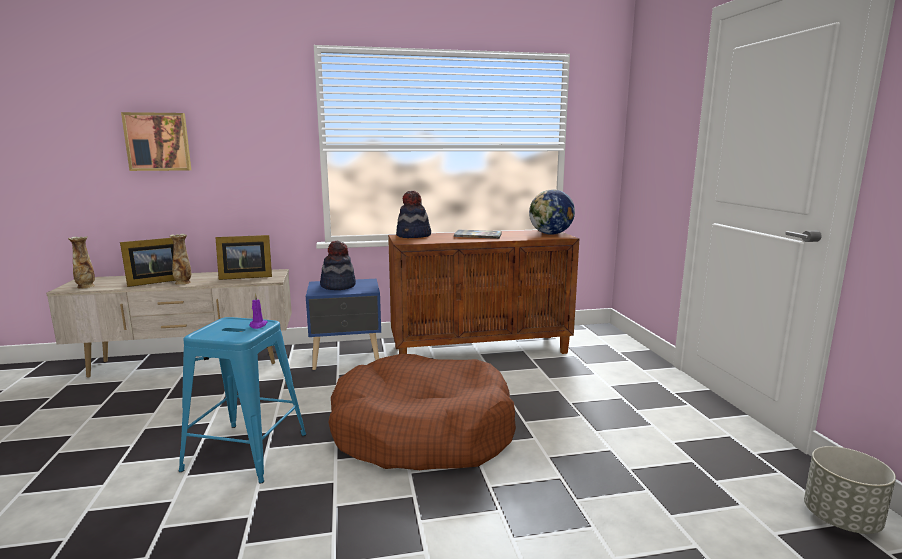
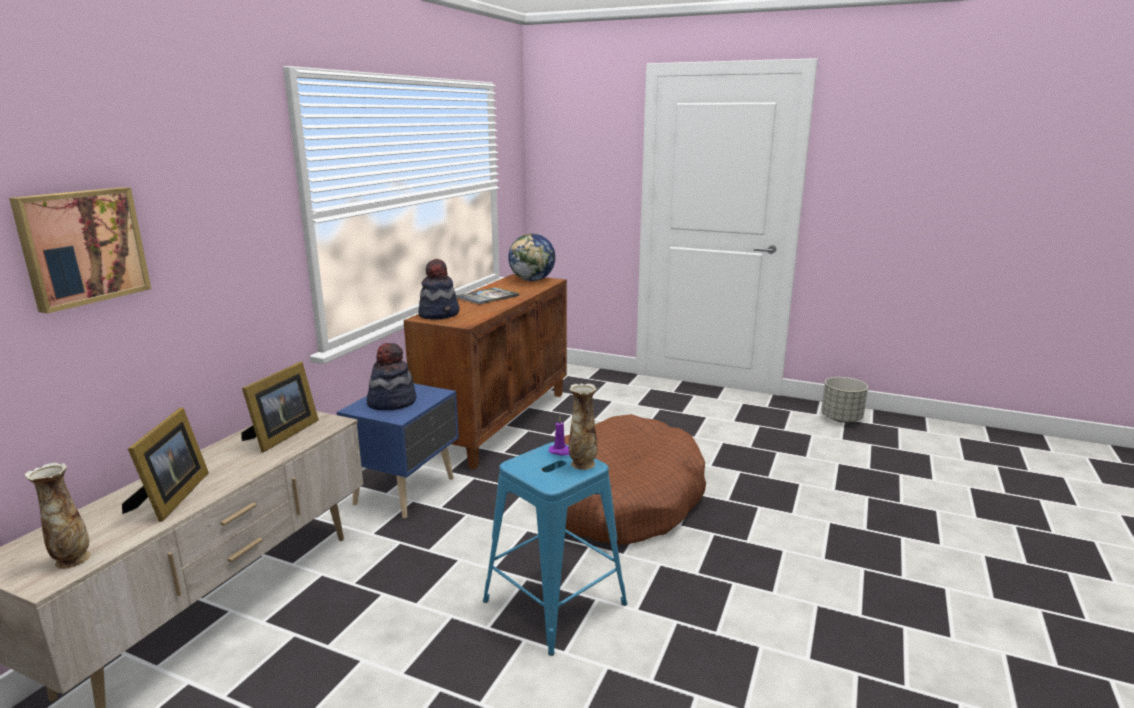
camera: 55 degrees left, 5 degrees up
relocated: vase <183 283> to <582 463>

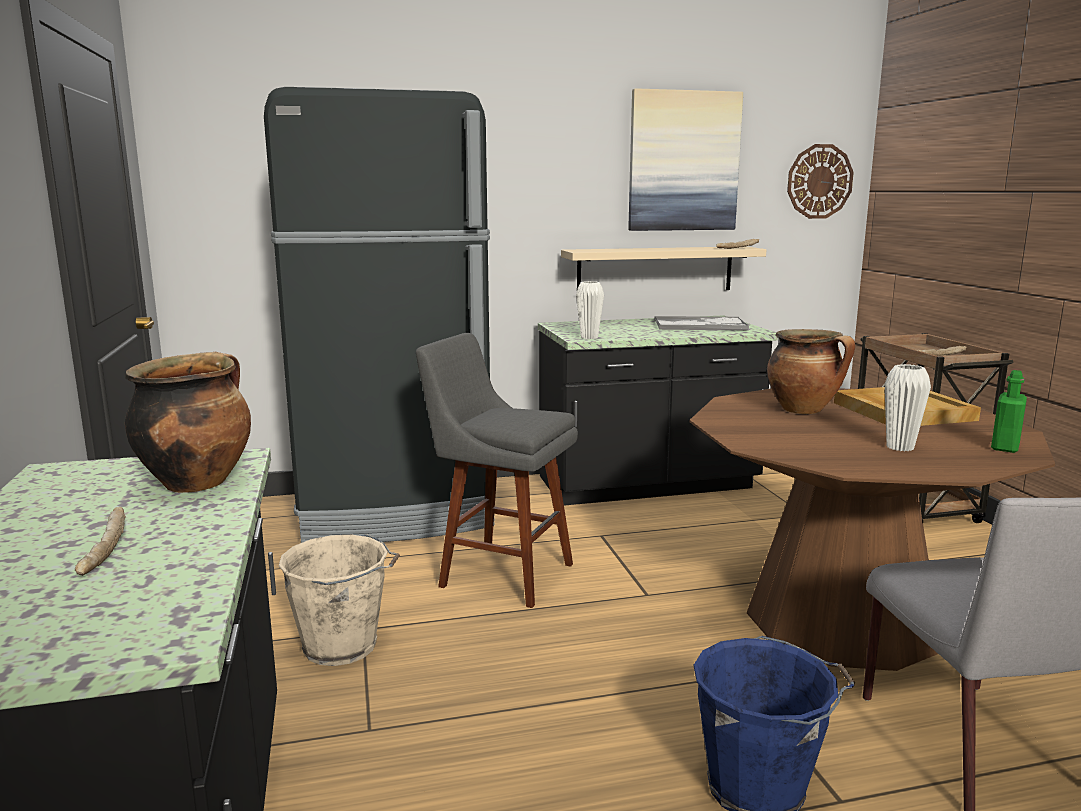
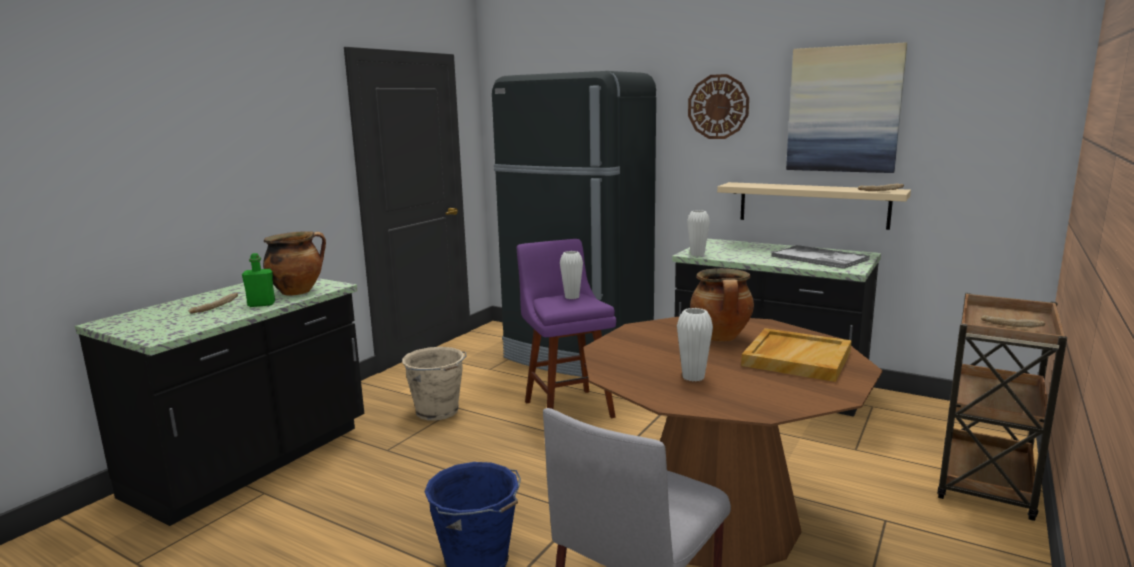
camera: 45 degrees right, 0 degrees up
appeared: vase/blanc <572 297>
relocated: bouteille/vert <1005 447> to <261 304>; horloge murale <819 181> to <718 107>
colour: tabouret/gris <500 573> to tabouret/violet <567 407>

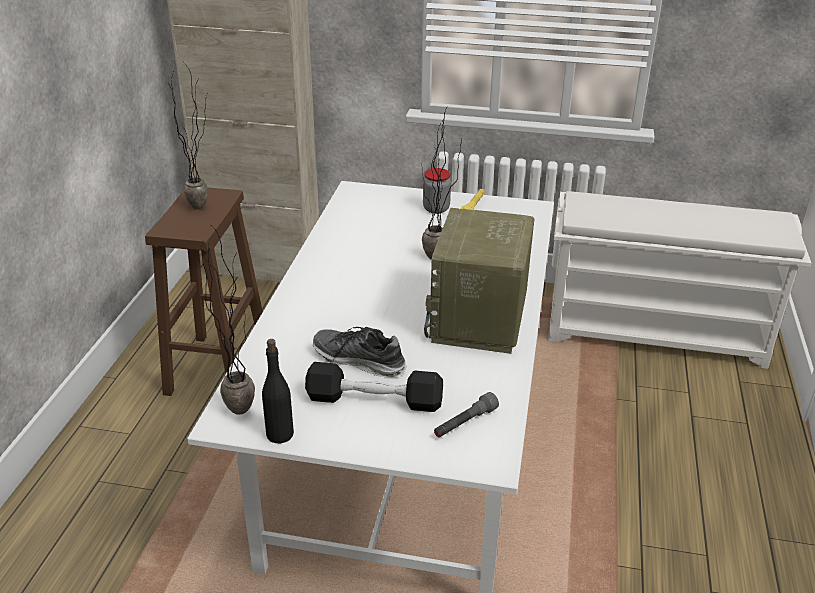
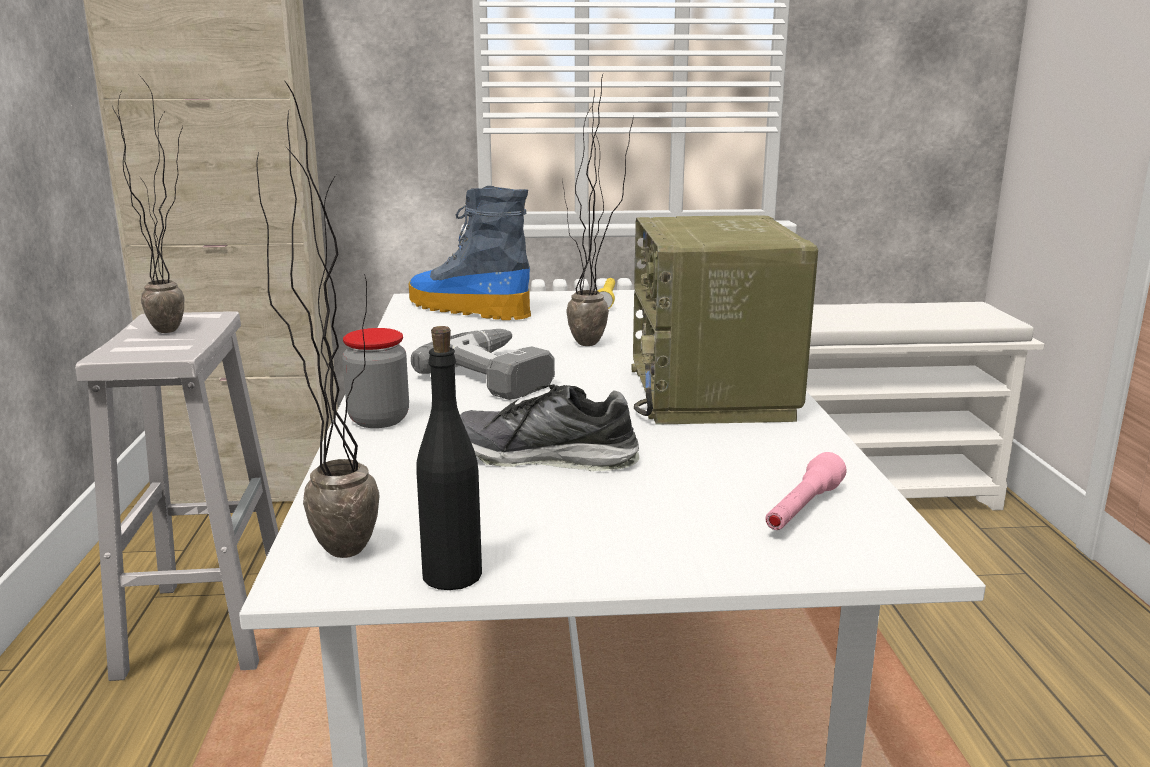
camera: 15 degrees left, 15 degrees down
missing: haltère/noir <374 400>
appeared: botte <466 309>; perceuse <500 374>
relocated: bocal <436 209> to <379 420>
colour: tabouret/marron <218 367> to tabouret/blanc <207 624>; lampe de poche/gris <465 423> to lampe de poche/rose <802 510>

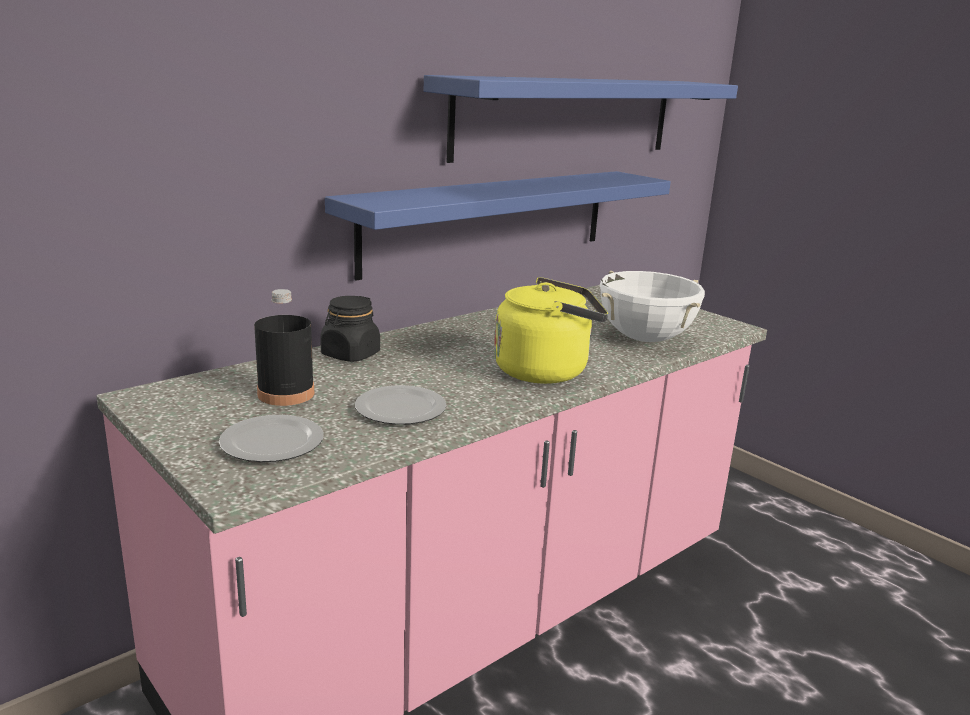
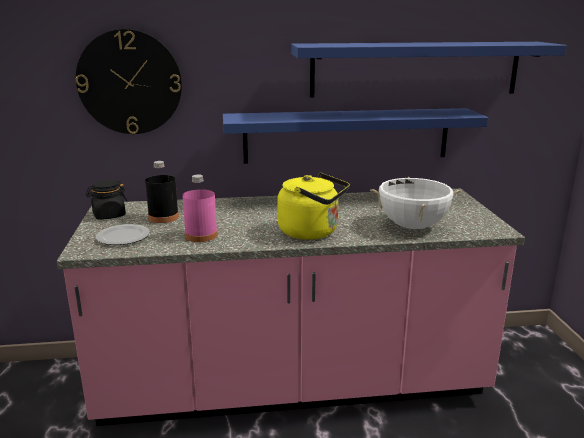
camera: 35 degrees right, 0 degrees up
appeared: horloge murale <130 82>
relocated: bocal/noir <350 355> to <109 215>
exchanged: assiette <400 410> to bouteille/rose <201 235>

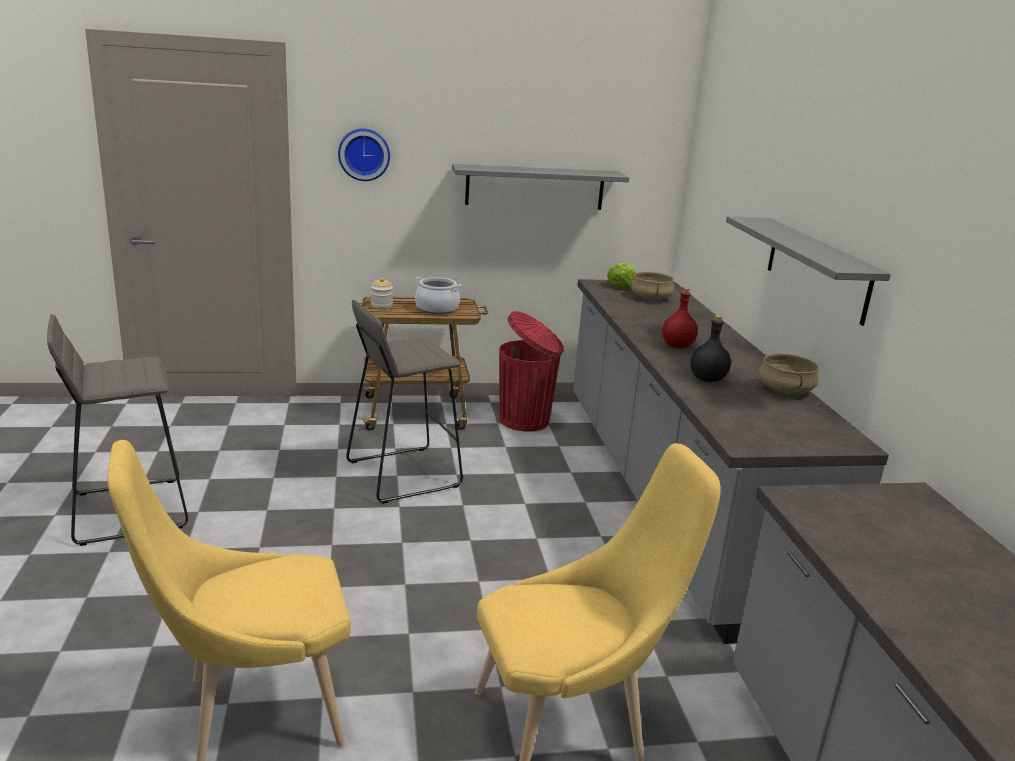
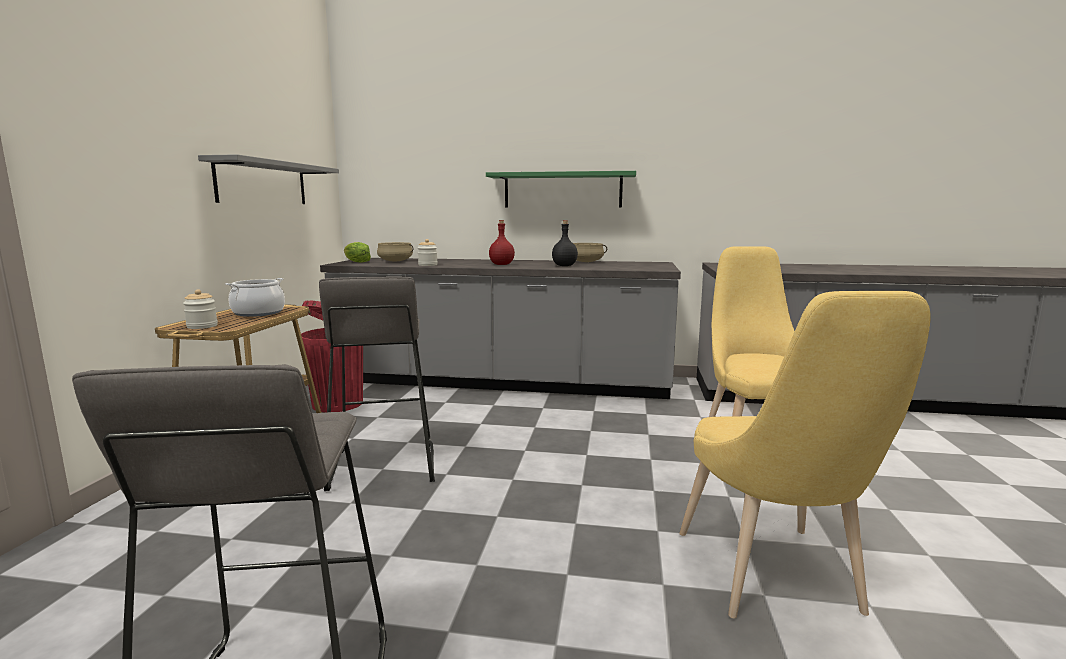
camera: 70 degrees left, 10 degrees down
missing: horloge murale <364 154>
appeared: bocal <428 265>
colour: étagère/gris <817 268> to étagère/vert <562 190>

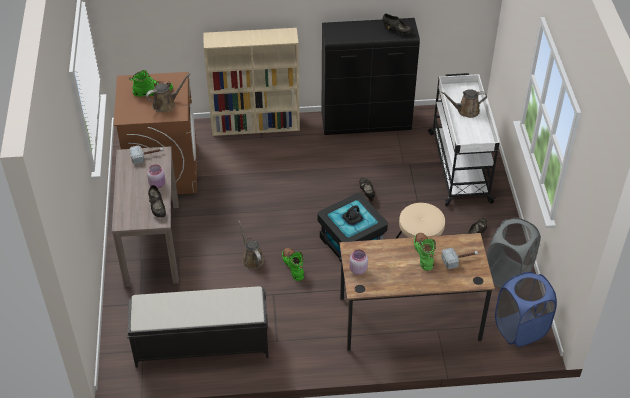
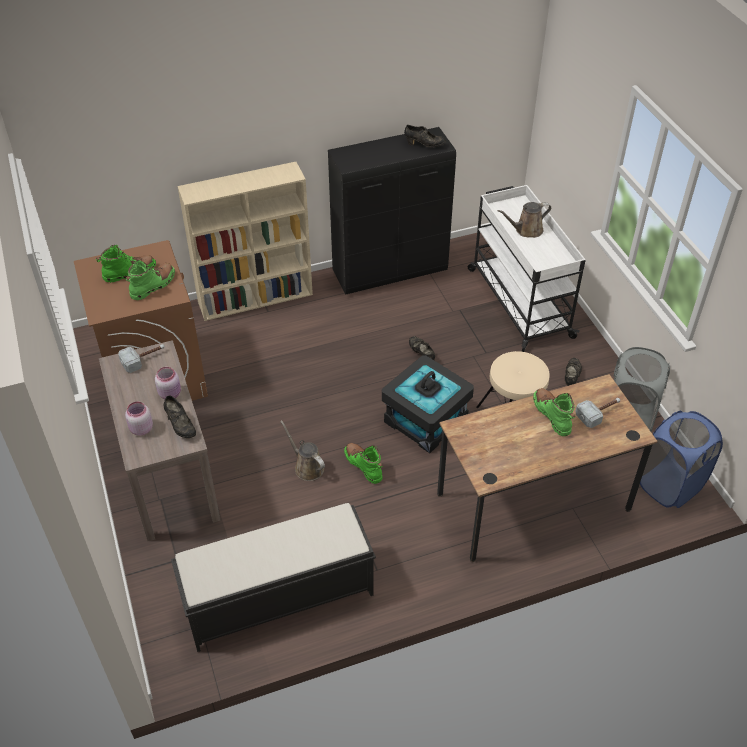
camera: 15 degrees left, 0 degrees up
relocated: bocal/rose <357 269> to <141 429>
exchanged: arrosoir/marron <166 104> to botte/vert <153 285>

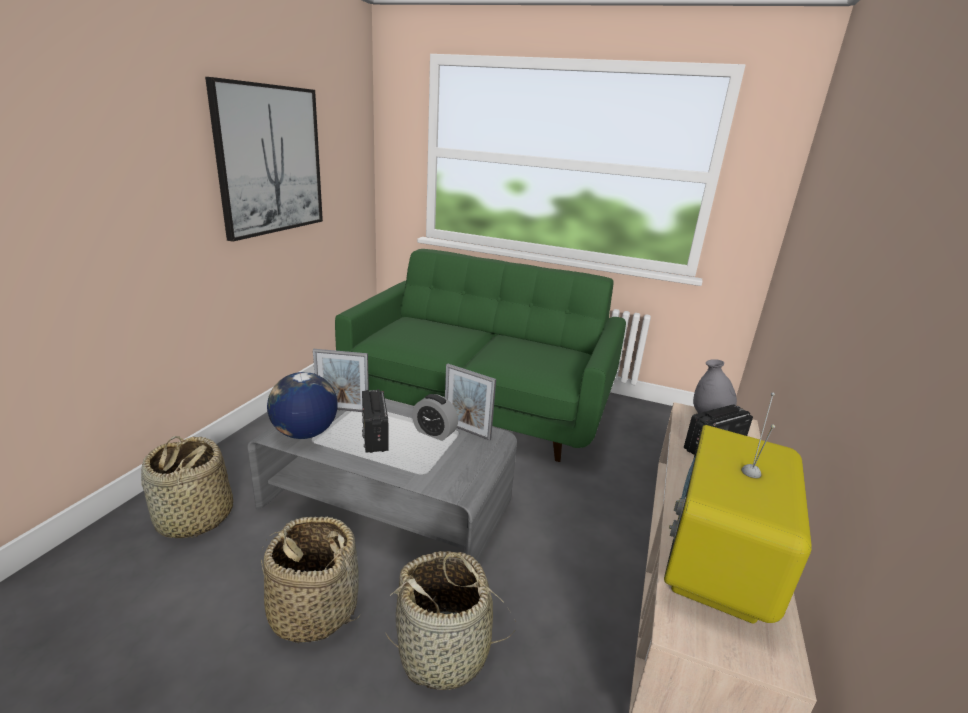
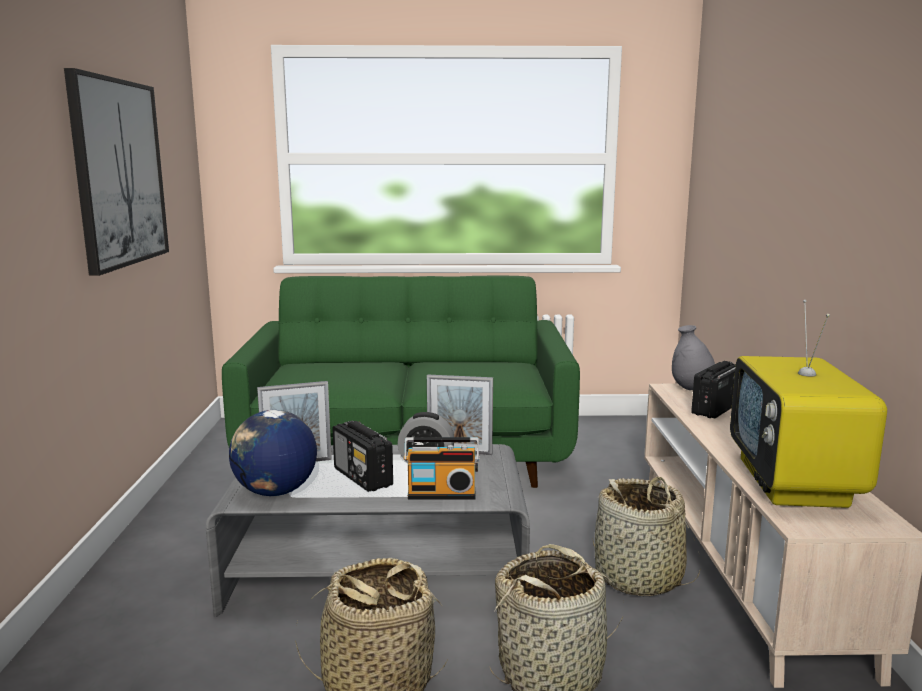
camera: 20 degrees left, 10 degrees down
appeared: radio <442 493>
relocated: panier <194 518> to <639 578>

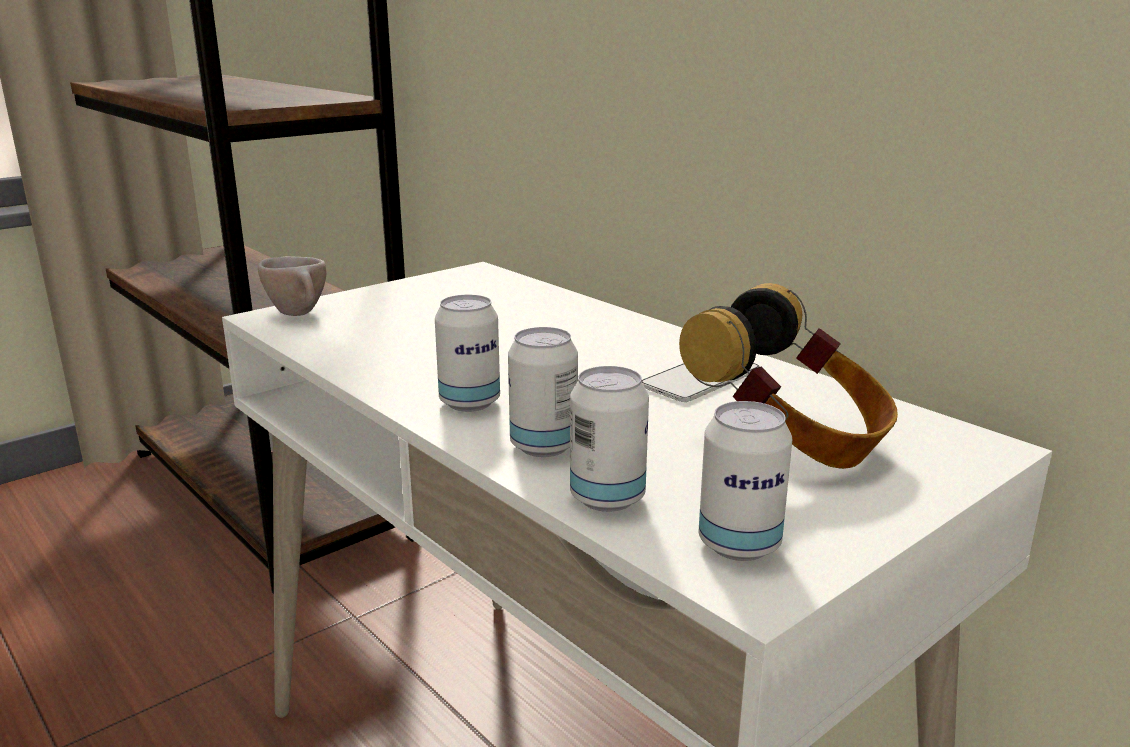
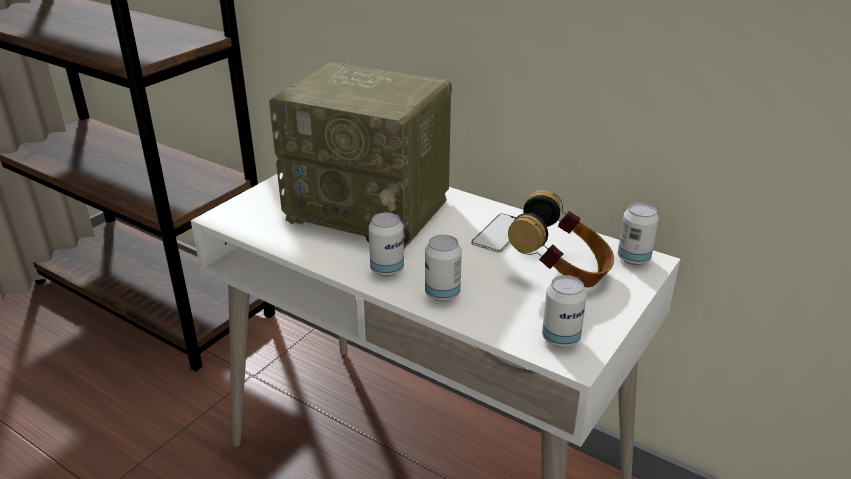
camera: 15 degrees left, 10 degrees up
missing: tasse/beige <301 315>
appeared: radio <371 209>
relocated: boîte métallique <607 498> to <633 258>

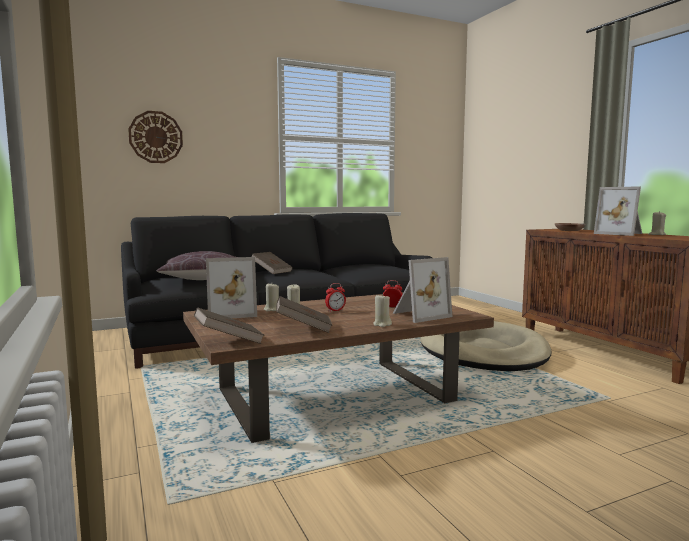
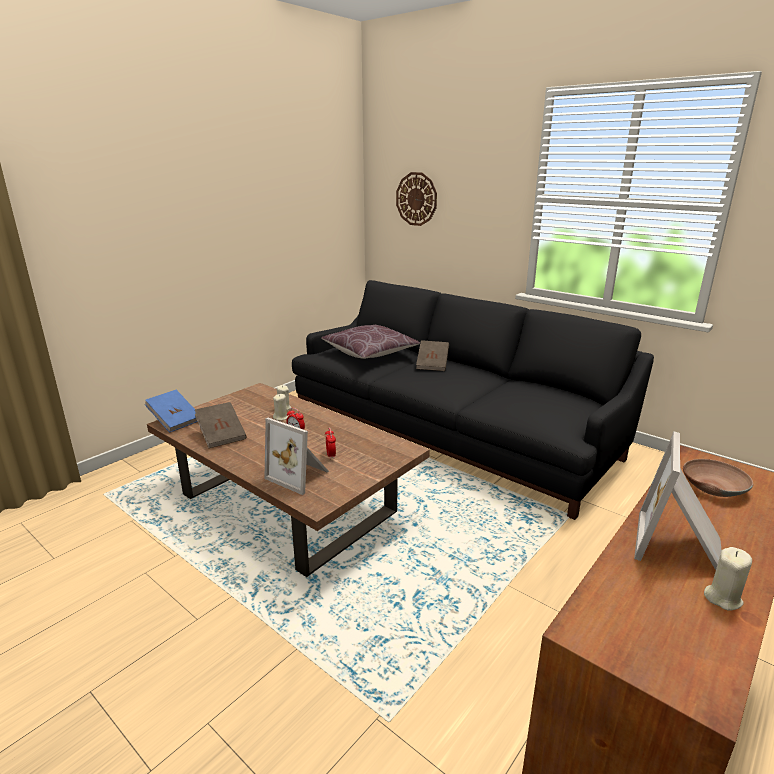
camera: 65 degrees right, 15 degrees up
missing: cadre photo <231 313>; bougie/beige <382 324>; panier pour chien/beige <483 351>
colour: livre/marron <229 341> to livre/bleu <175 421>

